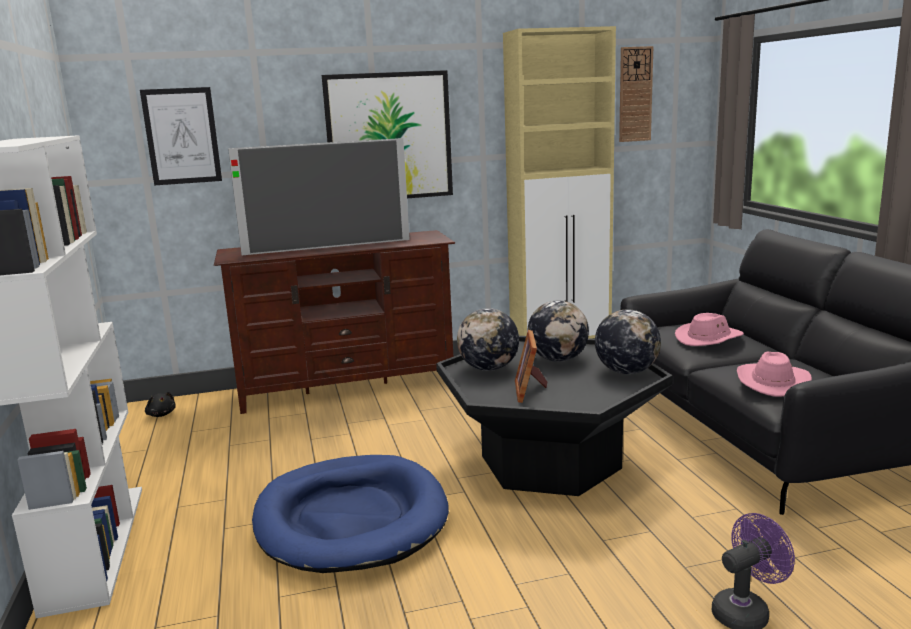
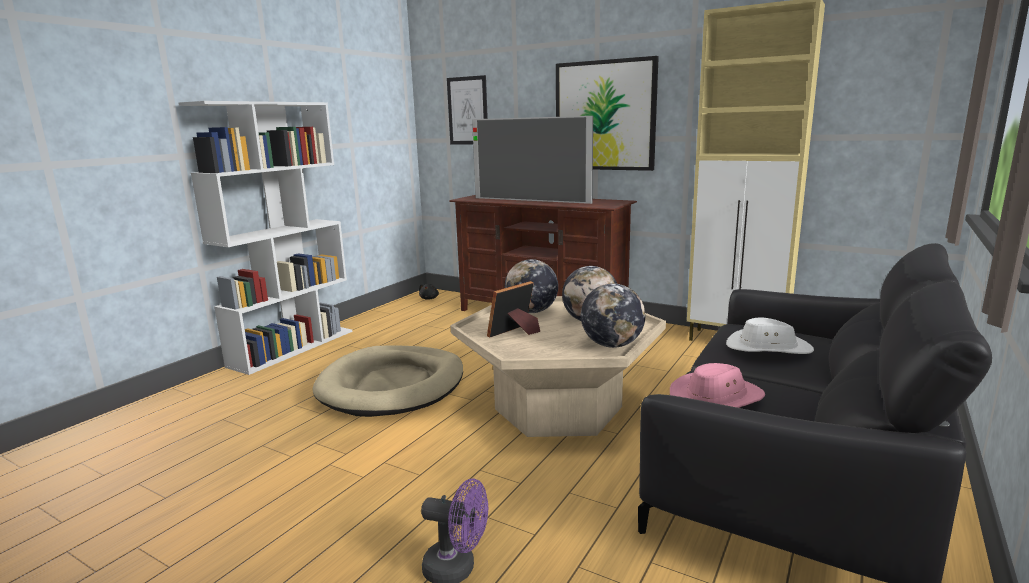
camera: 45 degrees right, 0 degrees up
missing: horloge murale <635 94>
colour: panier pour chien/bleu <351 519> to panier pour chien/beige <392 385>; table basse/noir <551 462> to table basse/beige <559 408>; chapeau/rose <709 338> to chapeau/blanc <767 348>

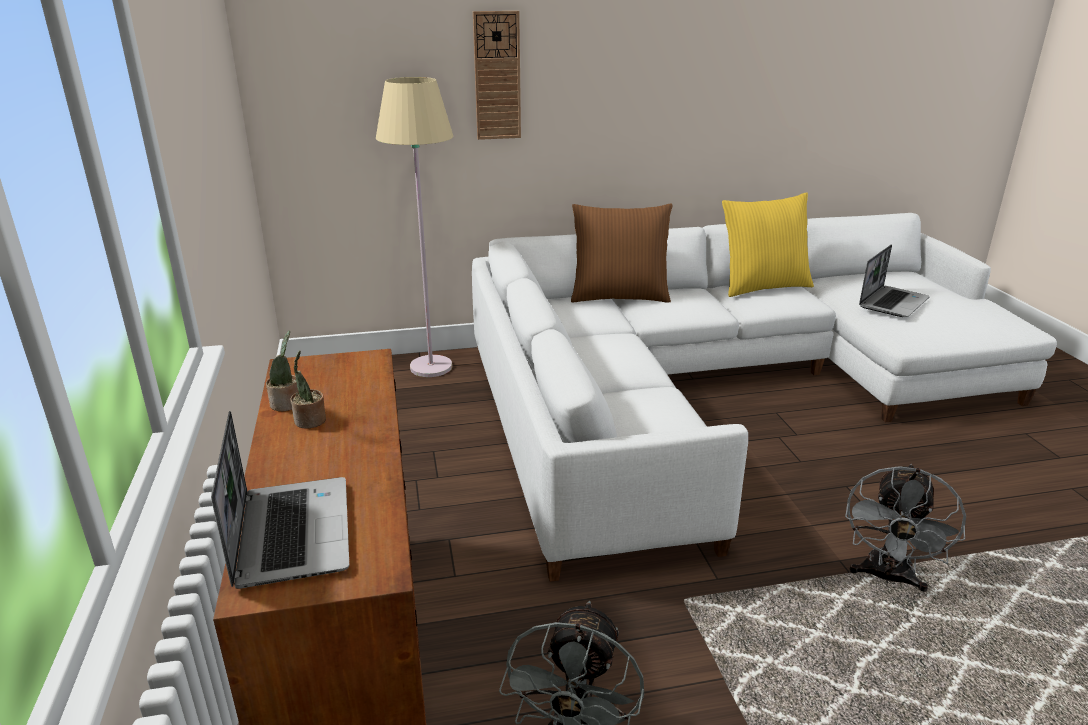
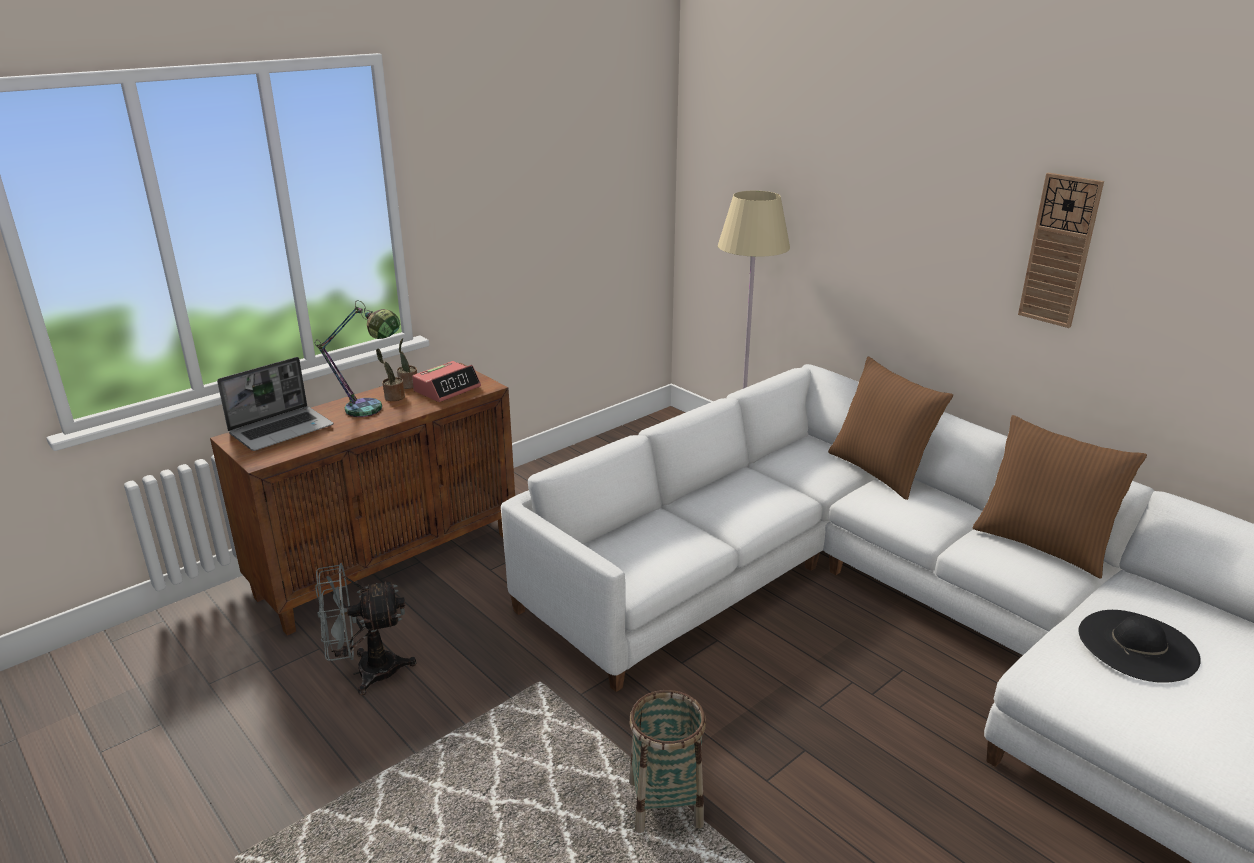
camera: 60 degrees right, 0 degrees up
appeared: lampe de table <372 412>; réveil <447 389>
relocated: horloge murale <497 76> to <1059 251>
exchanged: ventilateur/gris <887 578> to panier <665 804>; ordinateur portable <892 302> to chapeau/noir <1137 645>
colour: coussin/jaune <762 286> to coussin/marron <1042 544>

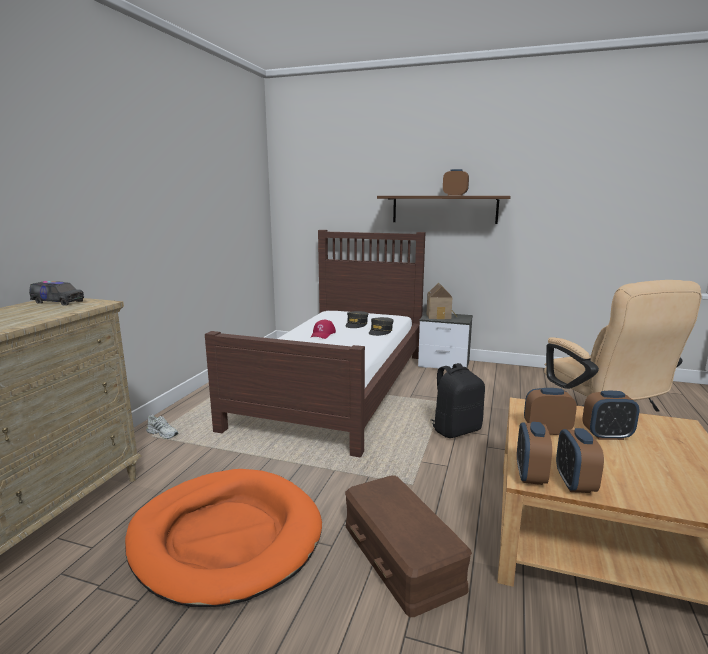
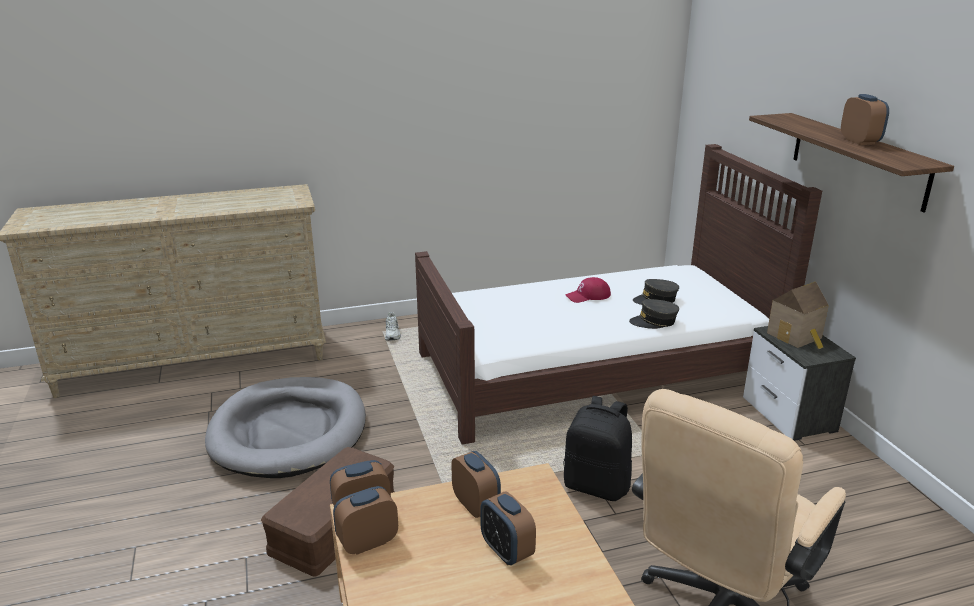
camera: 55 degrees right, 10 degrees up
missing: camion jouet <58 302>
colour: panier pour chien/orange <226 537> to panier pour chien/gris <289 431>

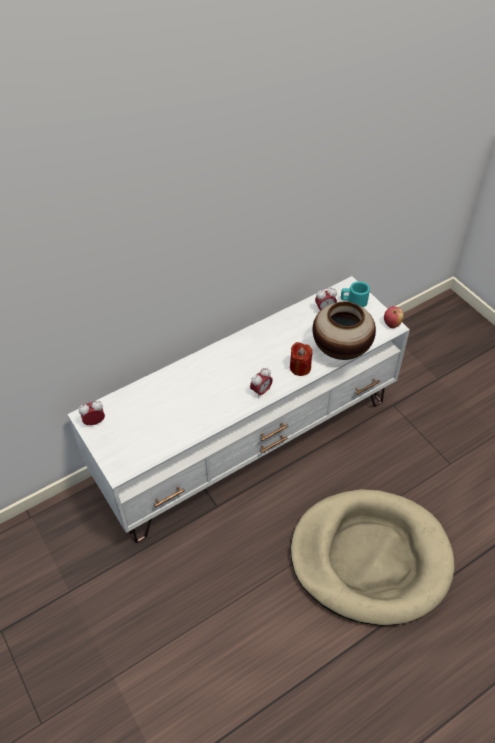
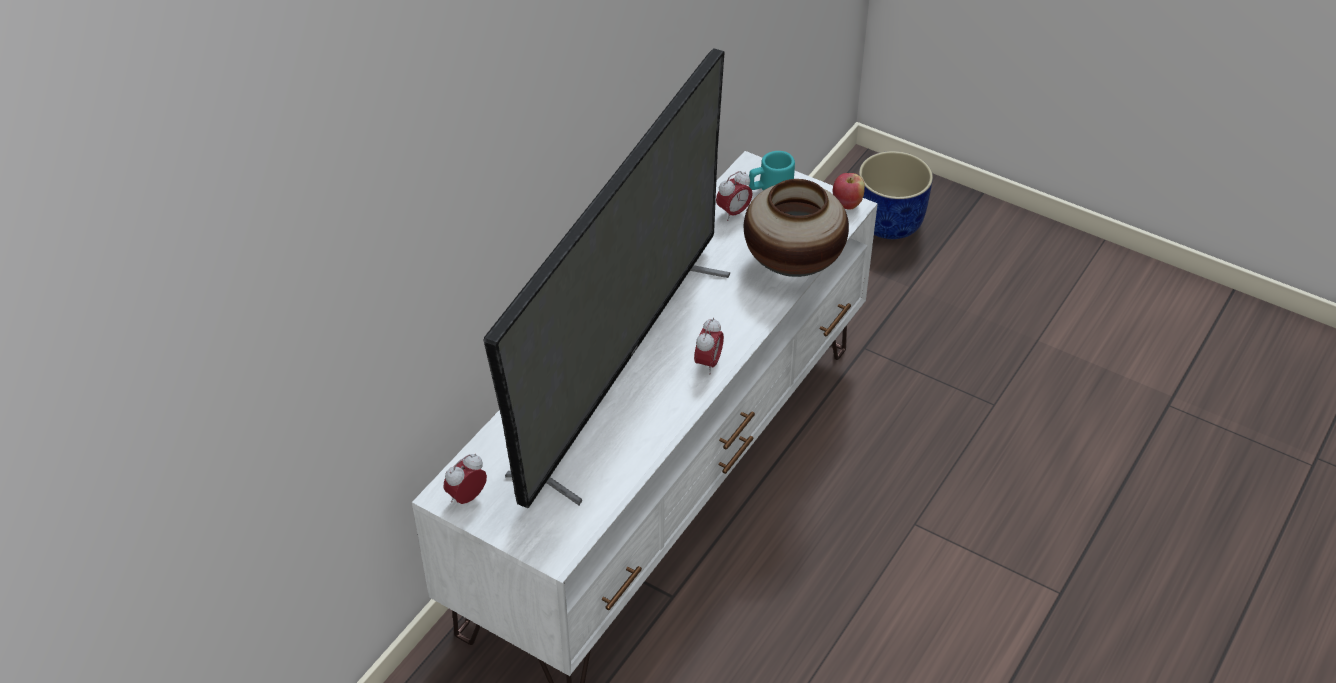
camera: 25 degrees left, 5 degrees down
missing: bougie/rouge <300 367>; panier pour chien/beige <370 557>
appeared: téléviseur <621 371>; cache-pot/bleu <890 222>

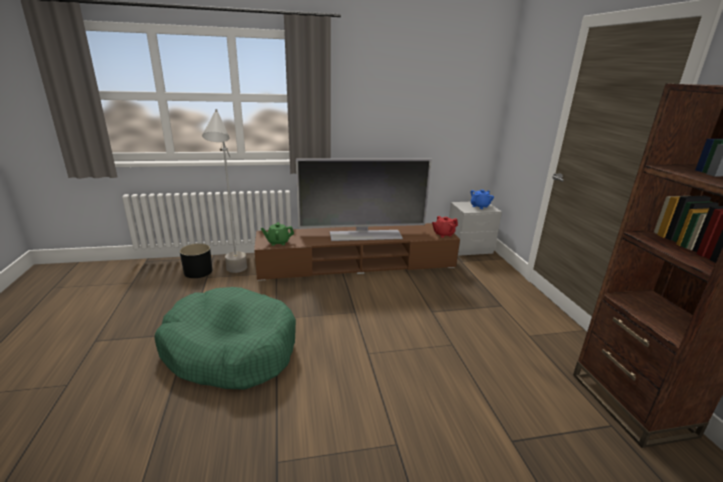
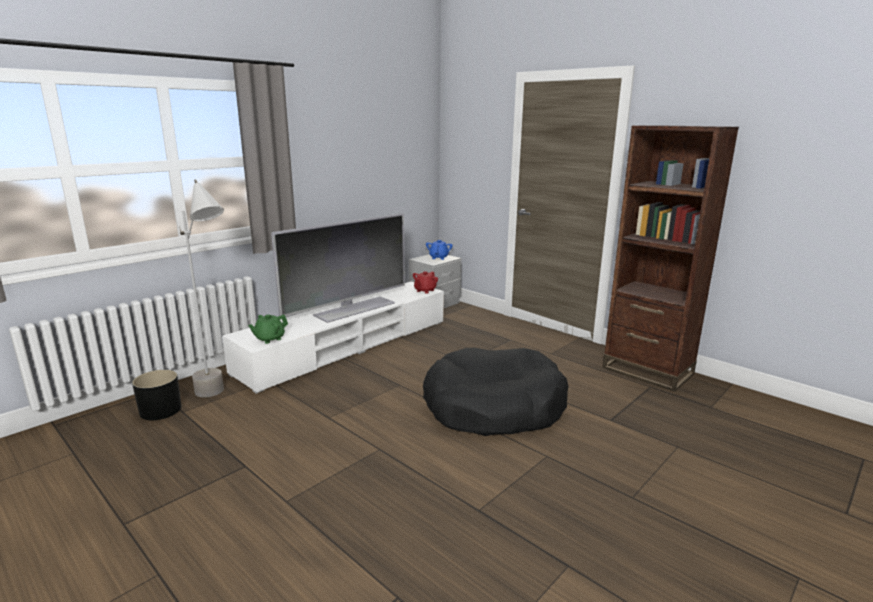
camera: 35 degrees left, 5 degrees down
missing: panier pour chien/vert <230 350>
appeared: panier pour chien/noir <493 407>
colour: meuble télé/marron <357 264> to meuble télé/blanc <348 346>

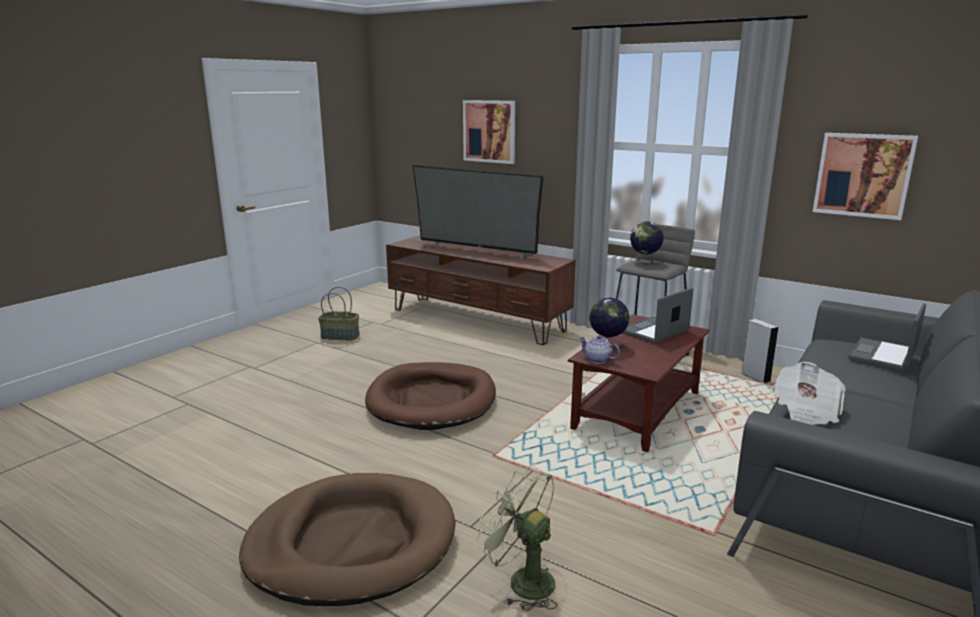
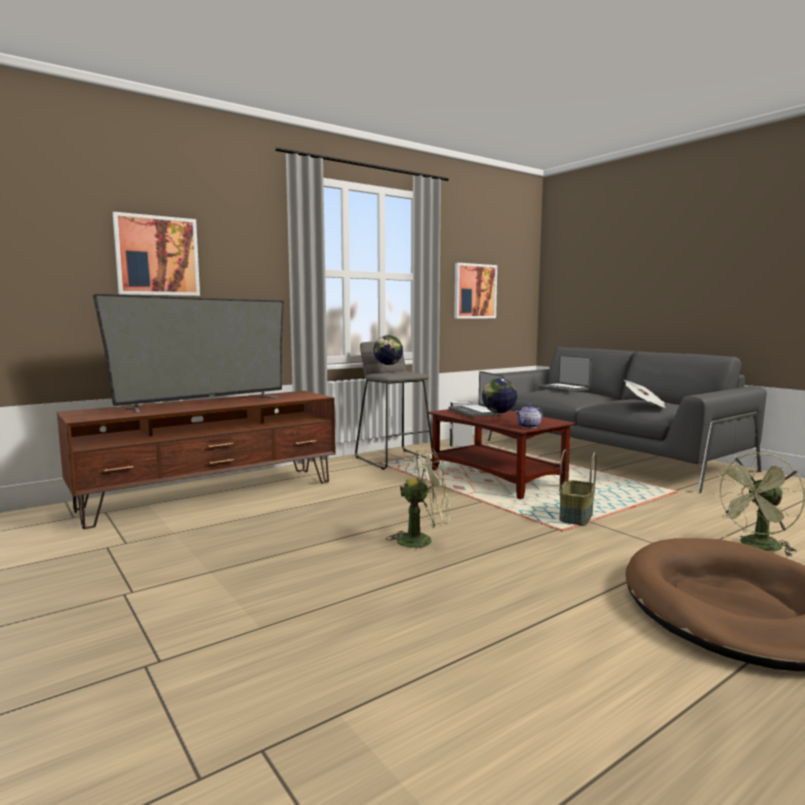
camera: 70 degrees left, 10 degrees down
relocated: panier <340 336> to <575 516>
exchanged: panier pour chien/marron <432 400> to ventilateur/vert <422 540>

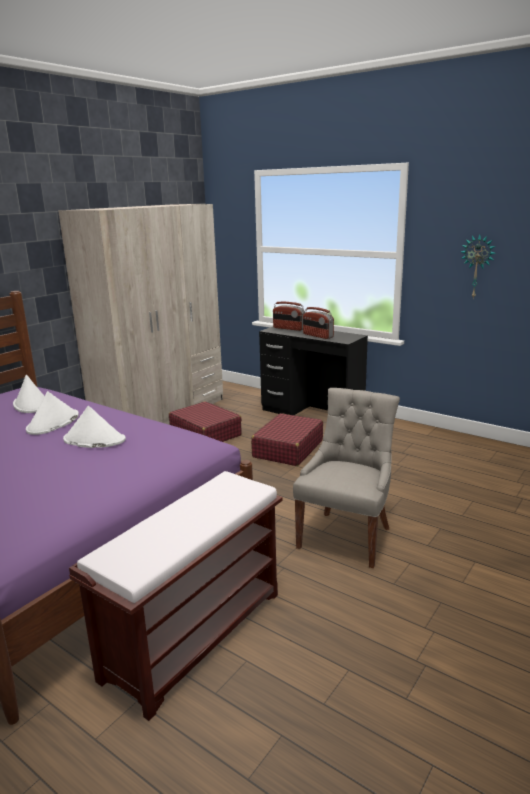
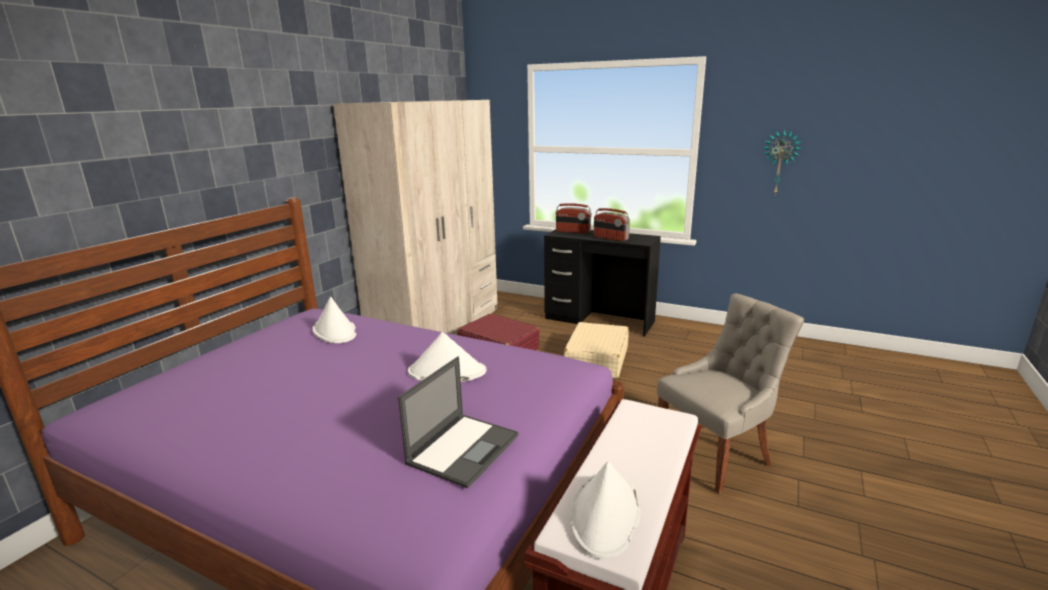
camera: 10 degrees left, 0 degrees up
appeared: ordinateur portable <464 448>
relocated: chapeau/blanc <53 423> to <605 515>
colour: valise/rouge <288 449> to valise/beige <596 360>
spun: chaise/gris <346 537> = <716 455> 45 degrees clockwise

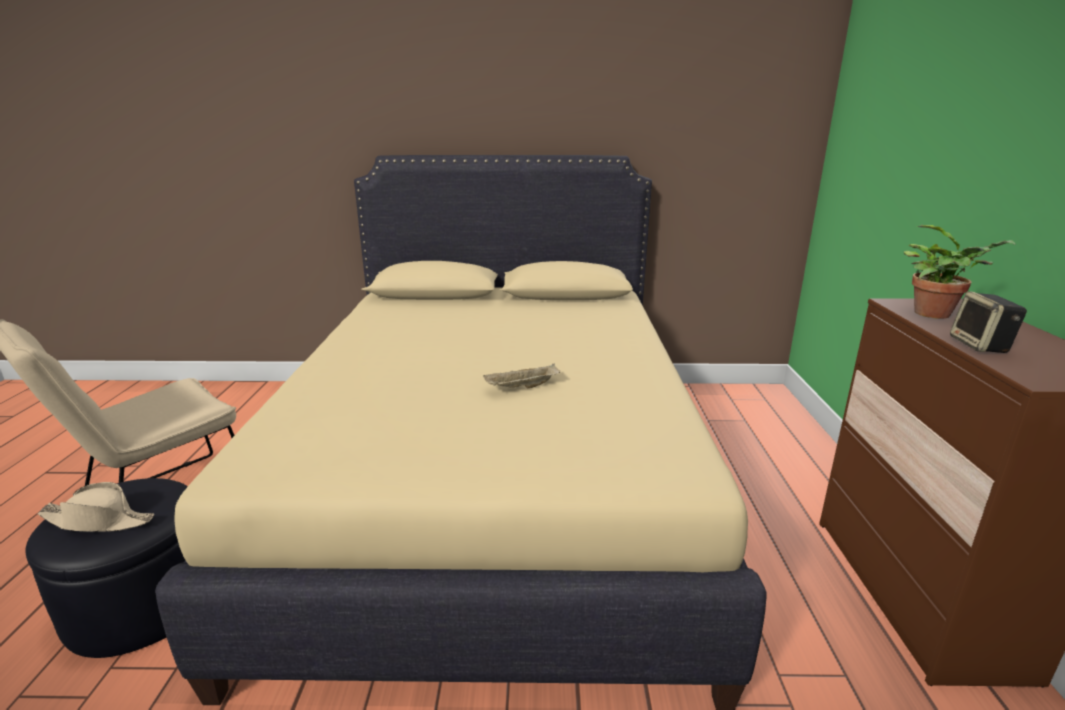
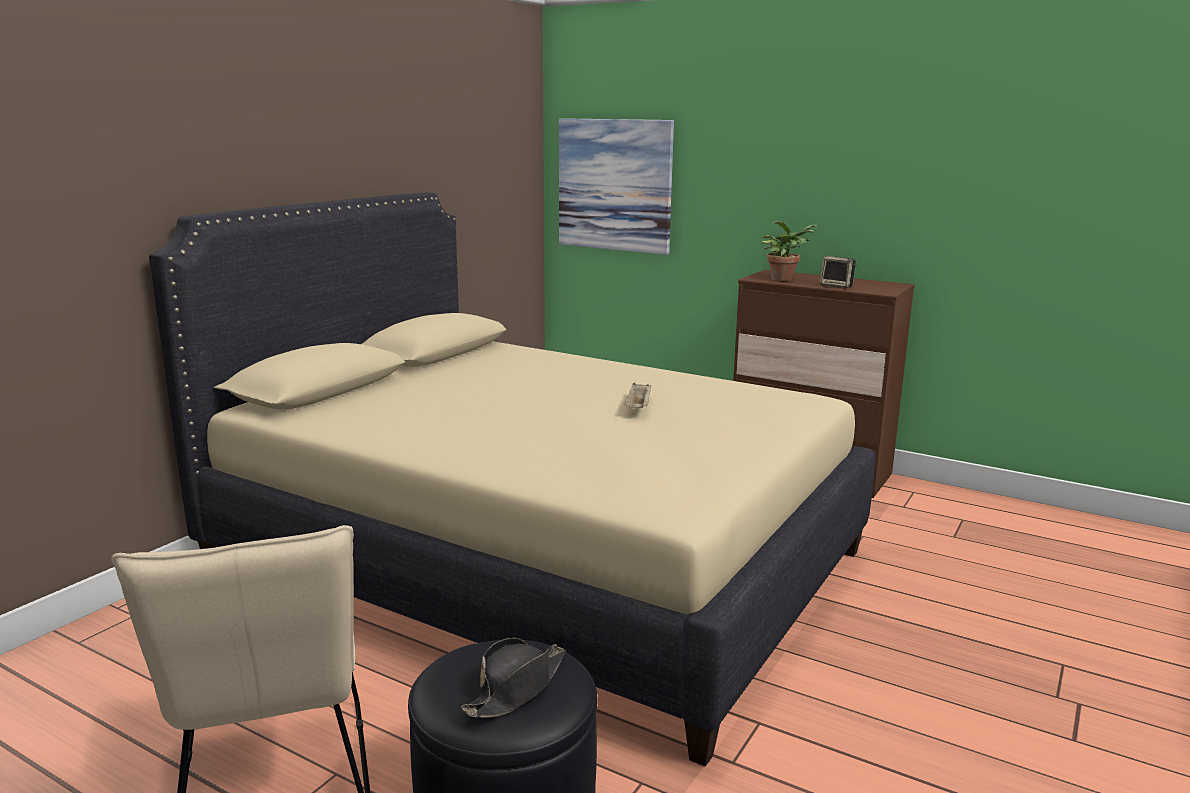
camera: 60 degrees left, 5 degrees down
appeared: tableau <614 185>
colour: chapeau/beige <99 521> to chapeau/noir <517 688>

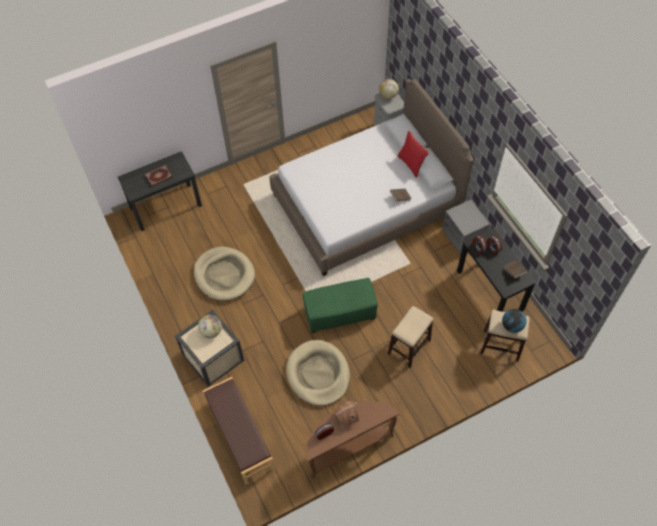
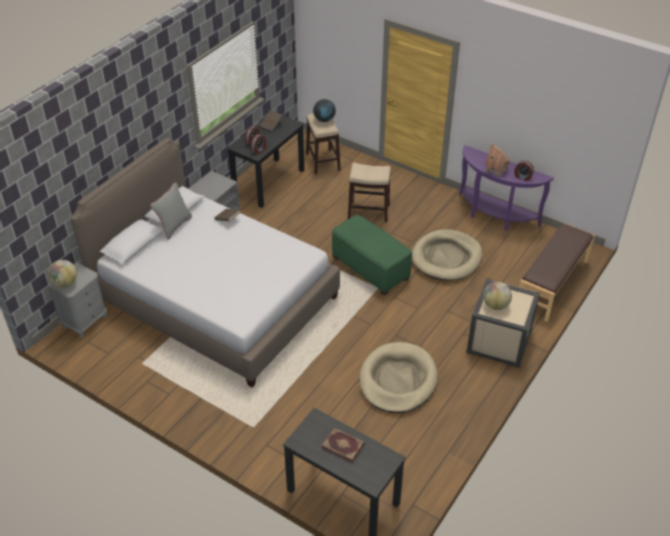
camera: 120 degrees left, 15 degrees down
colour: coussin/rouge <411 164> to coussin/gris <174 226>; table console/marron <347 446> to table console/violet <494 216>

